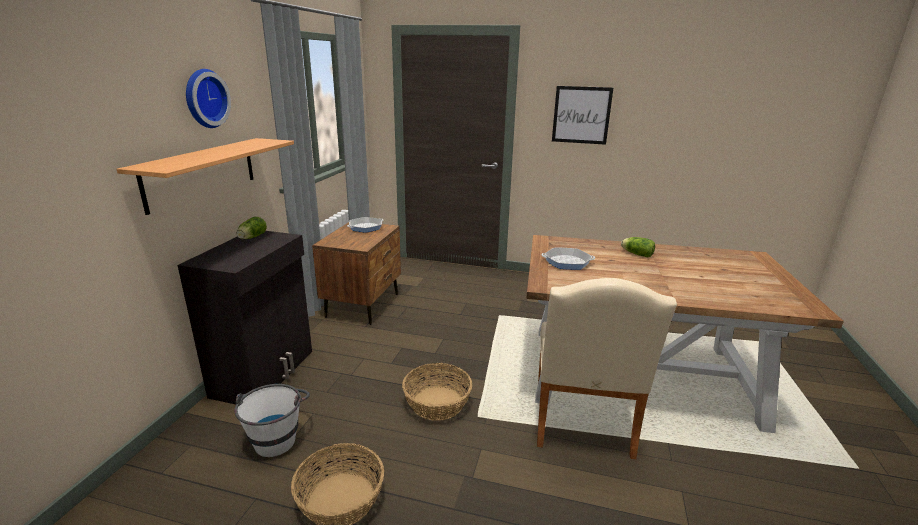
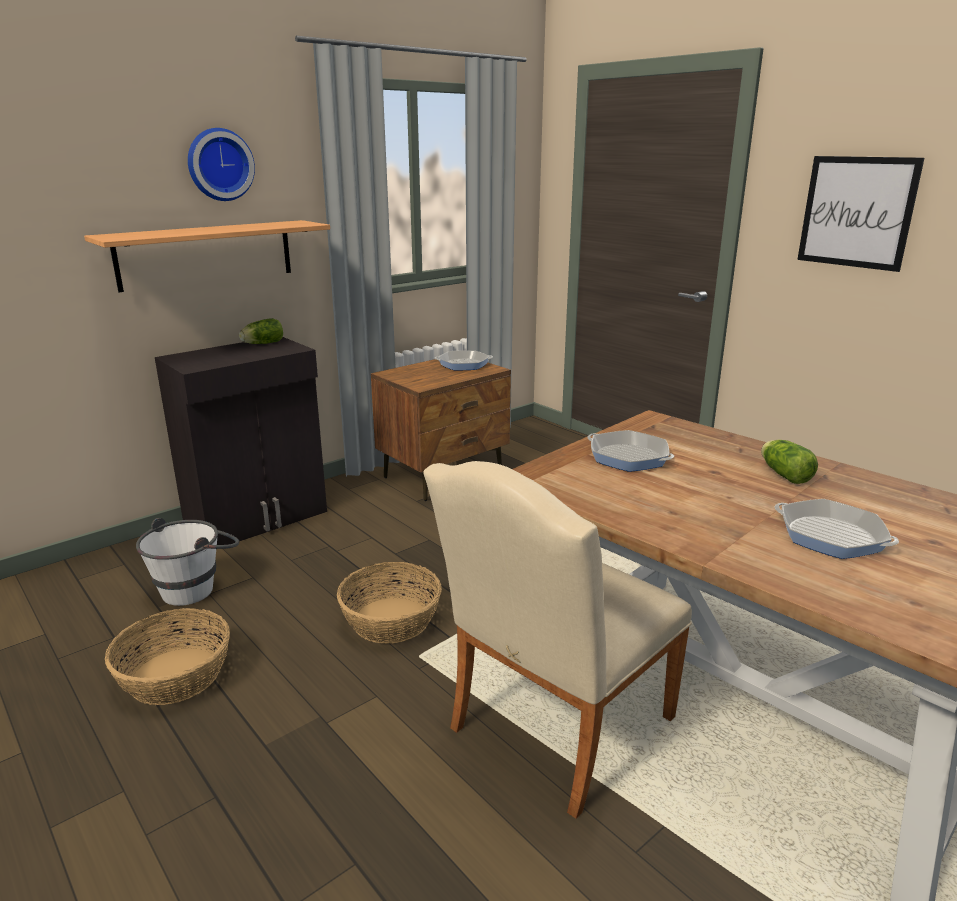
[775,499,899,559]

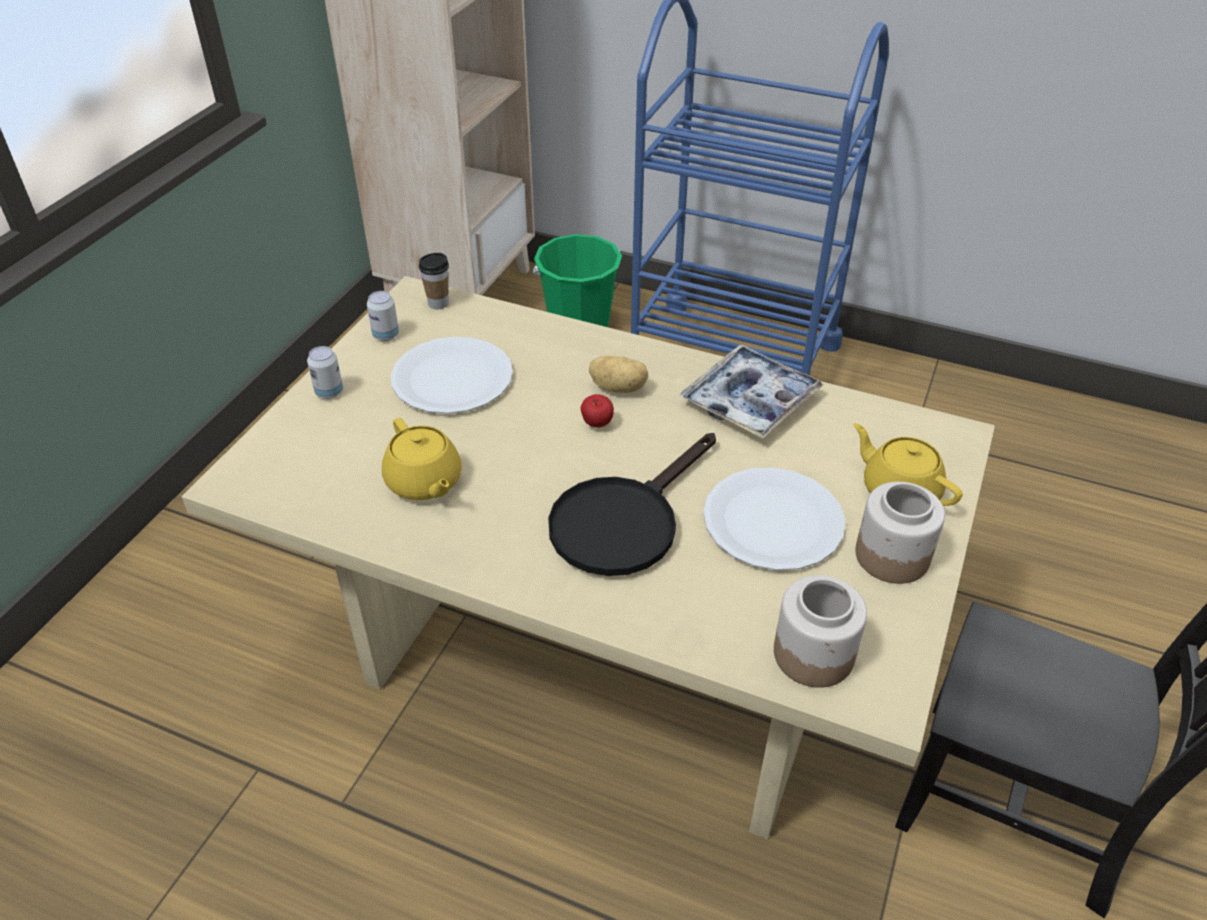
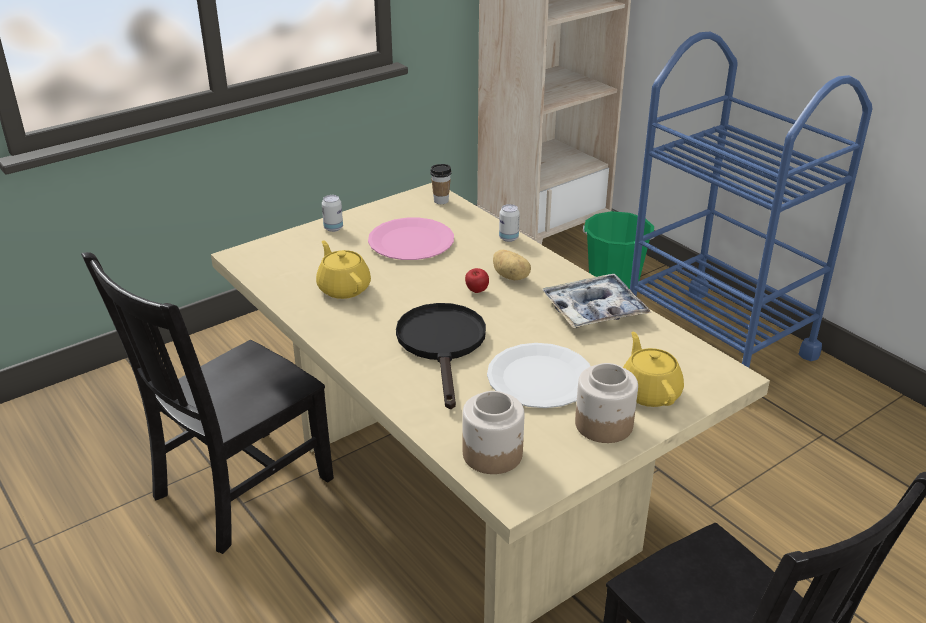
[81,252,334,554]
[316,240,371,299]
[368,218,454,260]
[396,303,486,409]
[499,204,520,242]

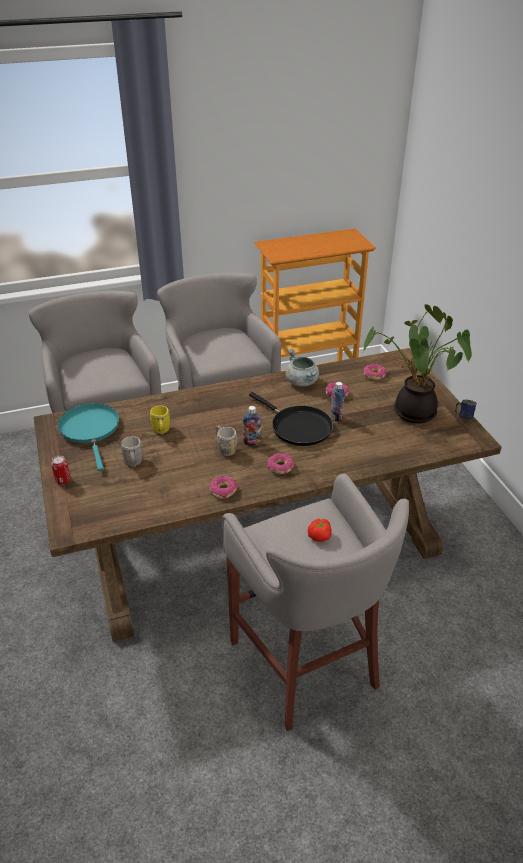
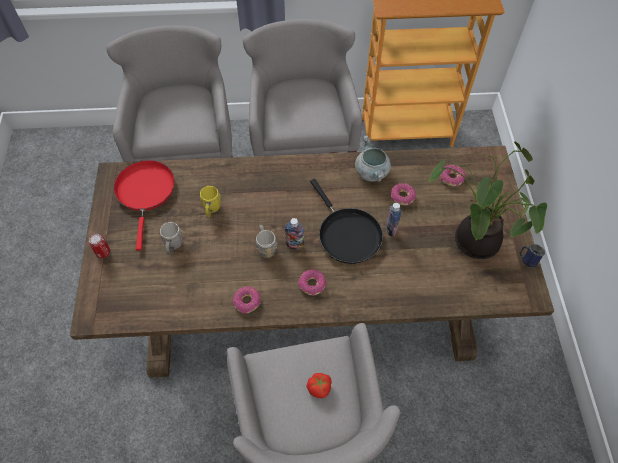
[114,160,175,251]

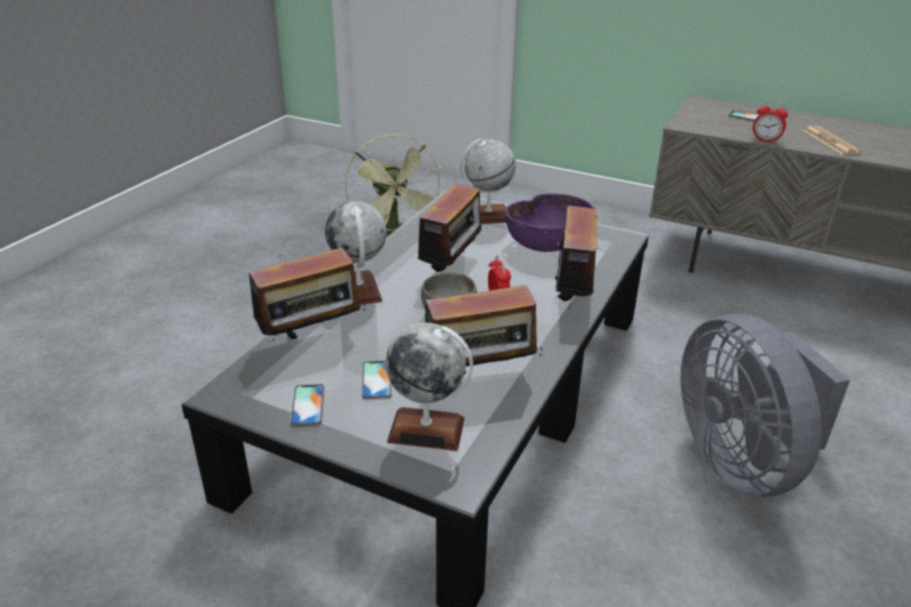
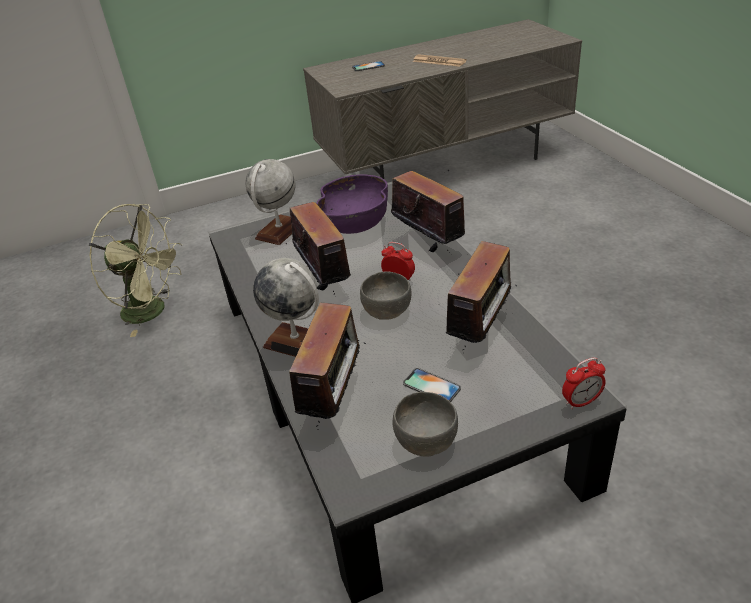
[392,392,458,456]
[562,358,605,410]
[386,323,473,451] (first image)
[680,314,850,496] (first image)

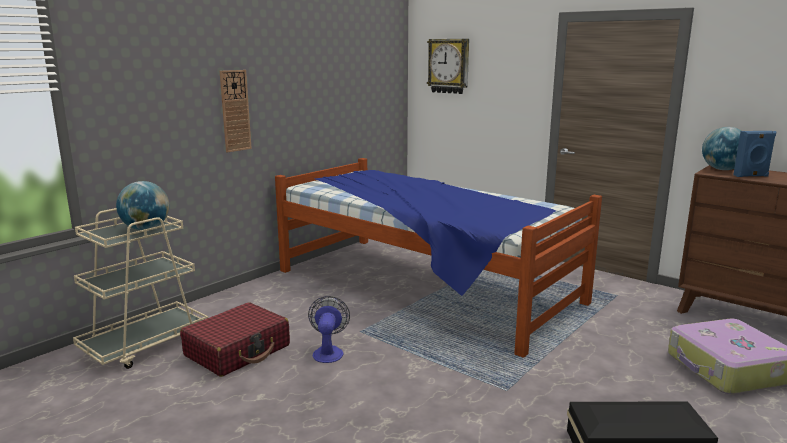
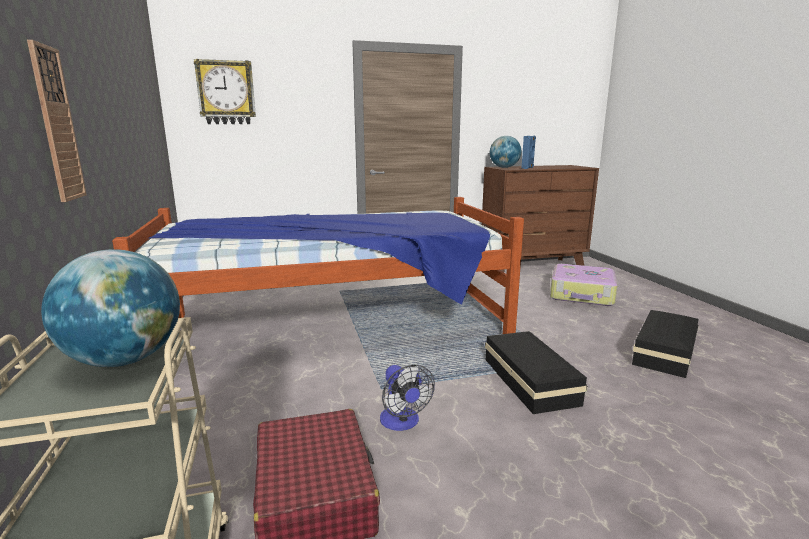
[380,365,435,431]
[485,331,588,414]

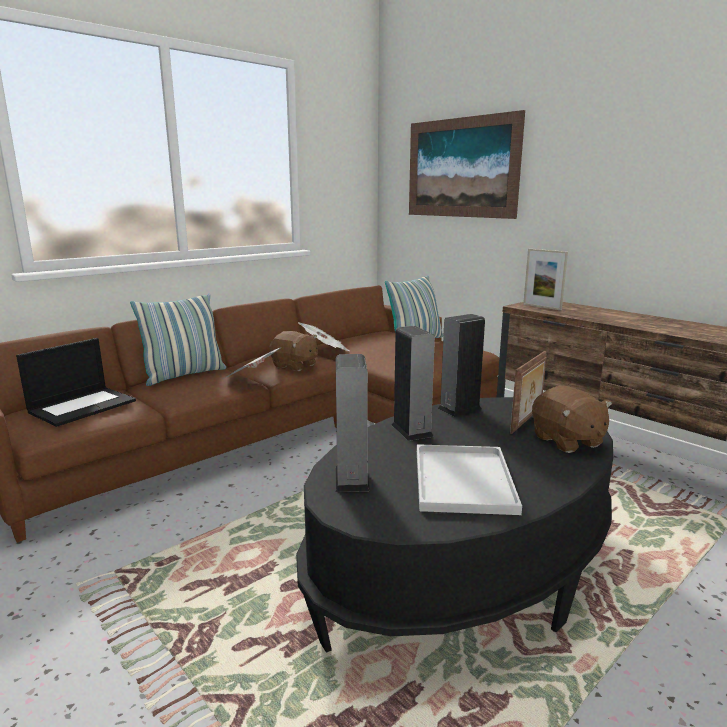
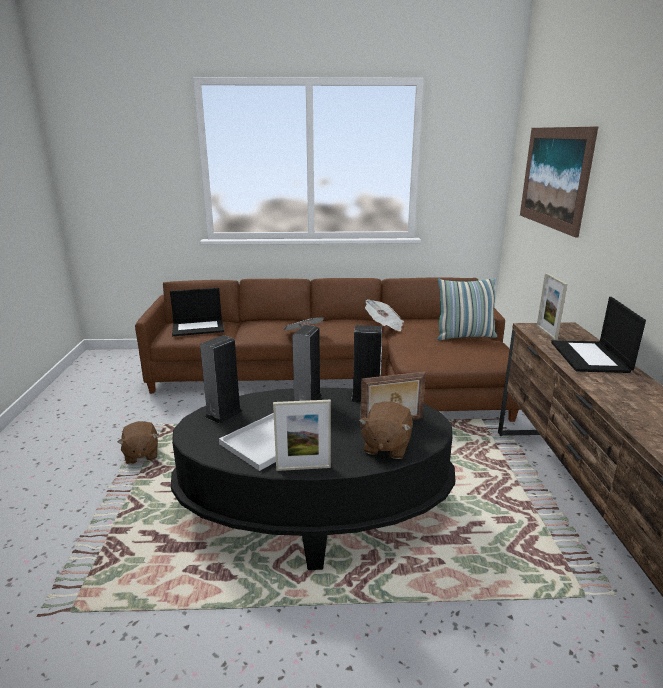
[117,421,158,464]
[273,400,331,471]
[551,297,646,373]
[130,294,226,386] (first image)

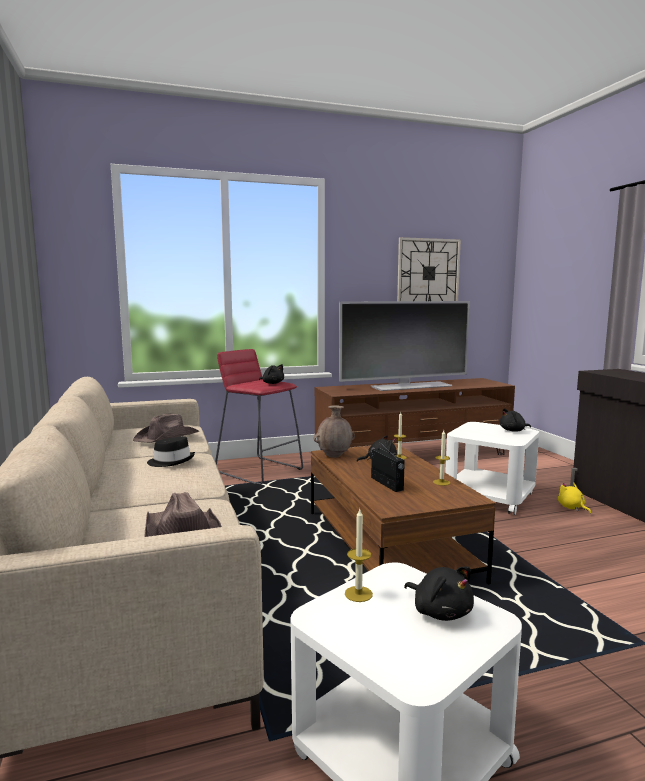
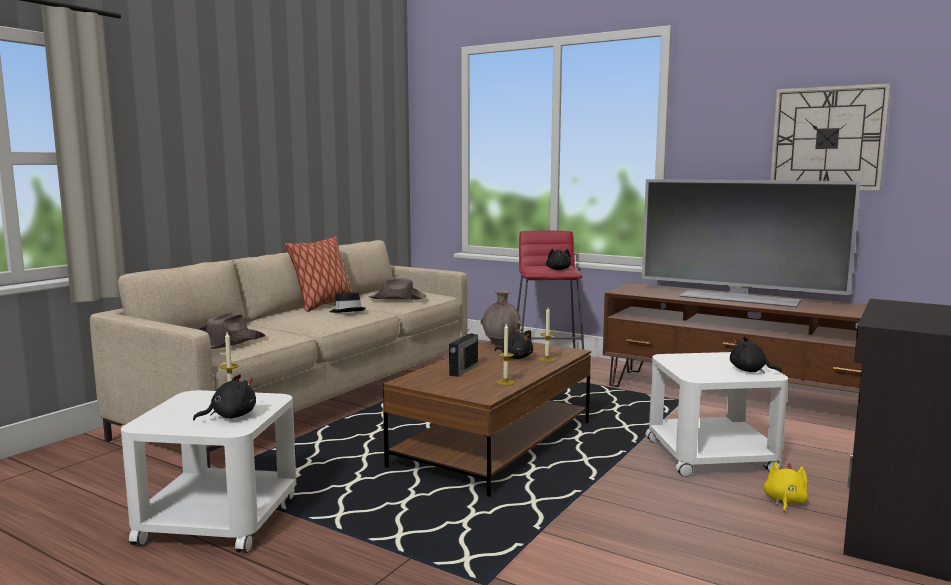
[193,374,256,420]
[285,237,352,312]

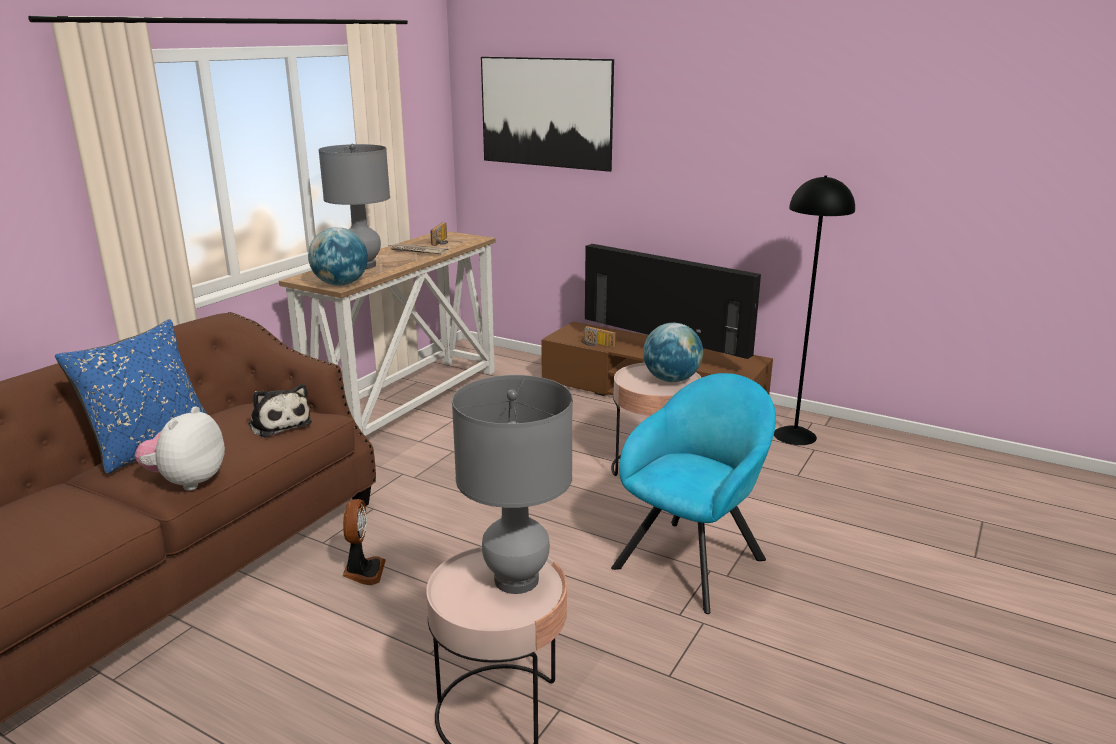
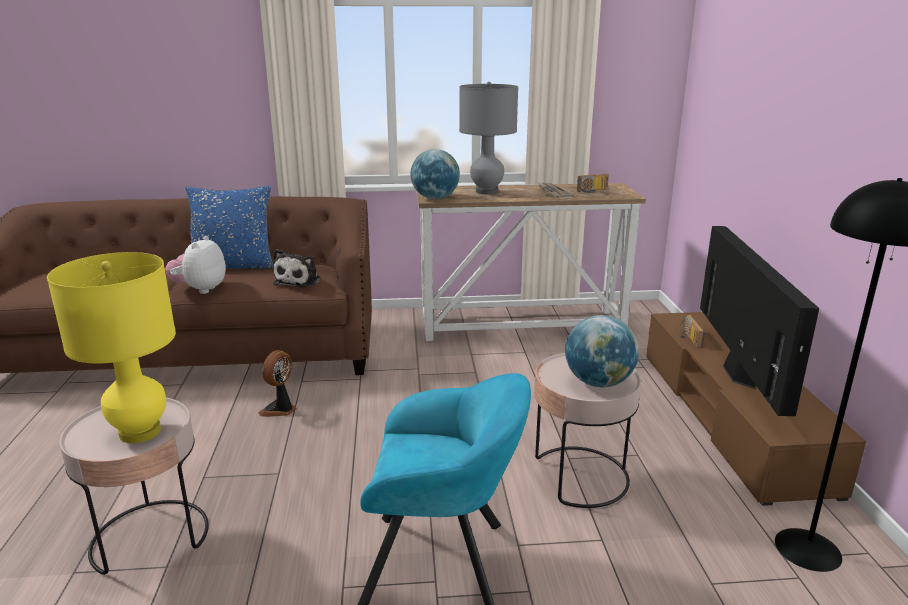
[47,252,176,443]
[165,236,226,294]
[258,350,297,417]
[481,57,614,172] (first image)

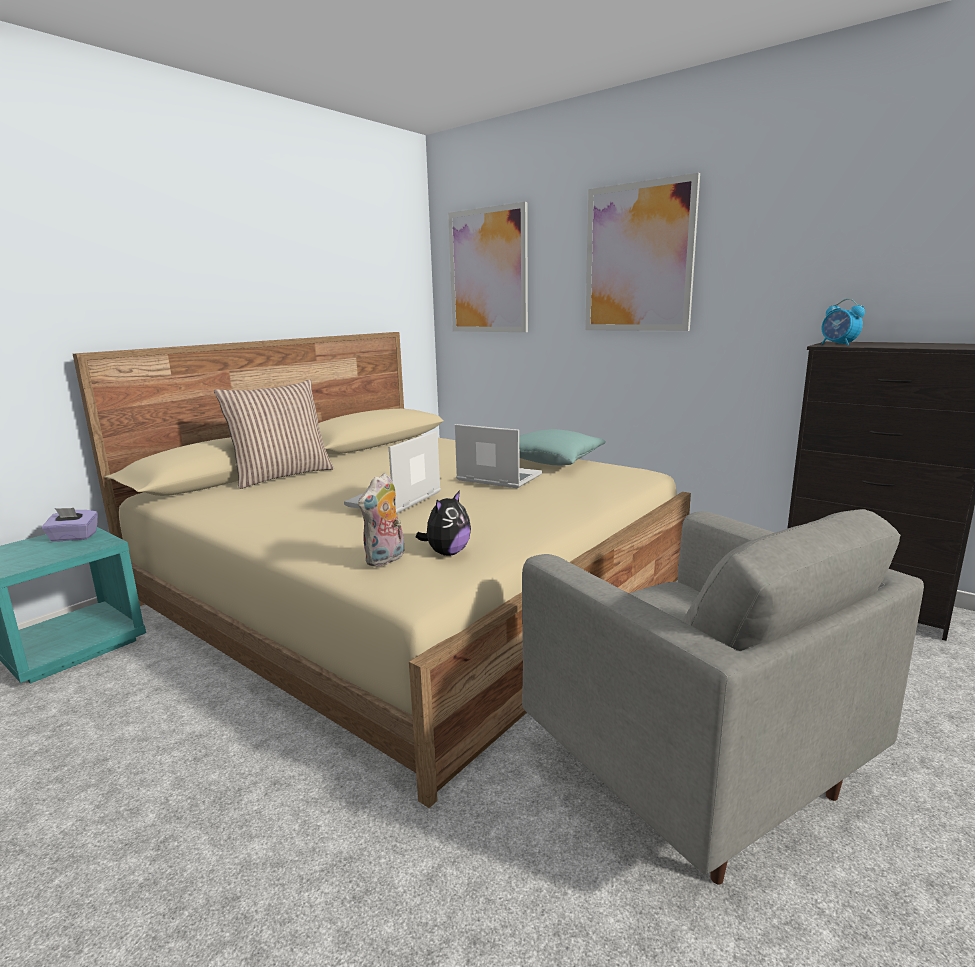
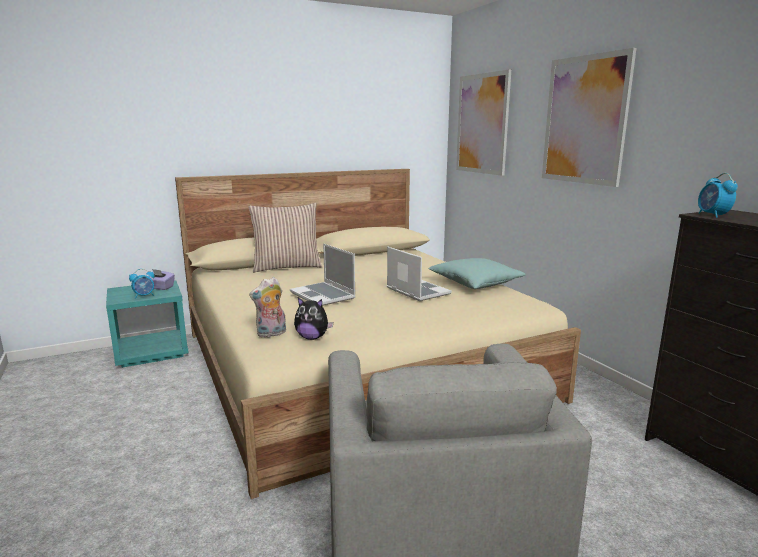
[129,269,155,299]
[290,244,356,306]
[294,298,333,340]

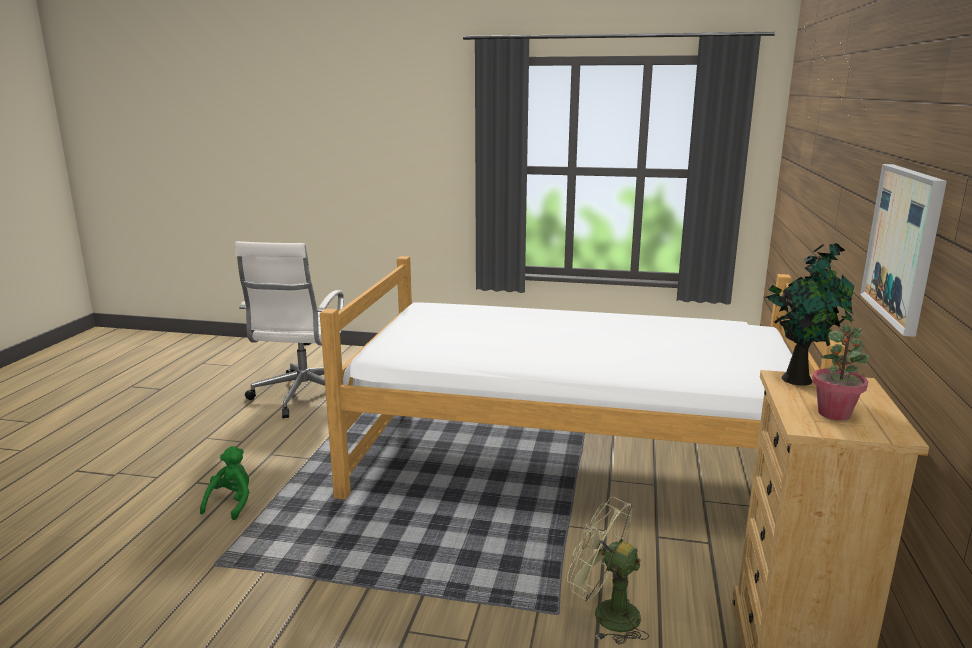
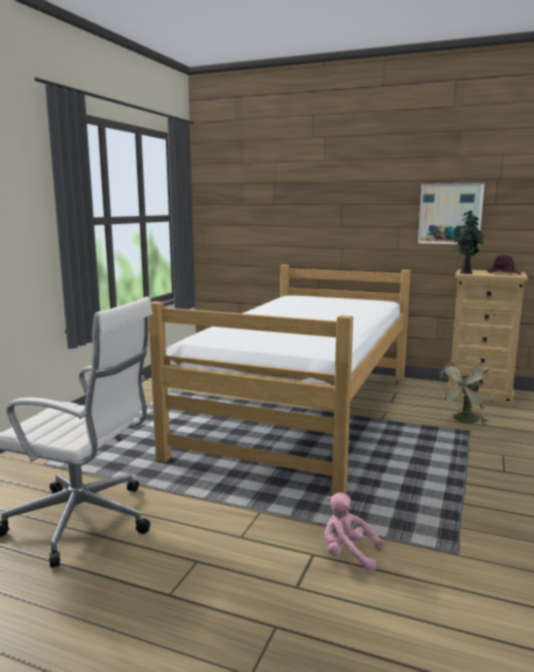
[324,493,383,572]
[484,255,521,274]

